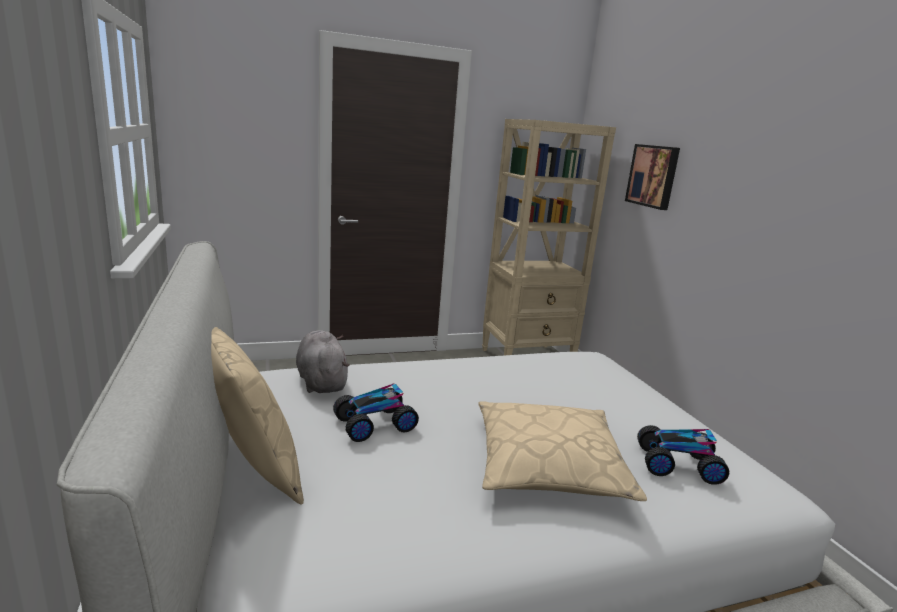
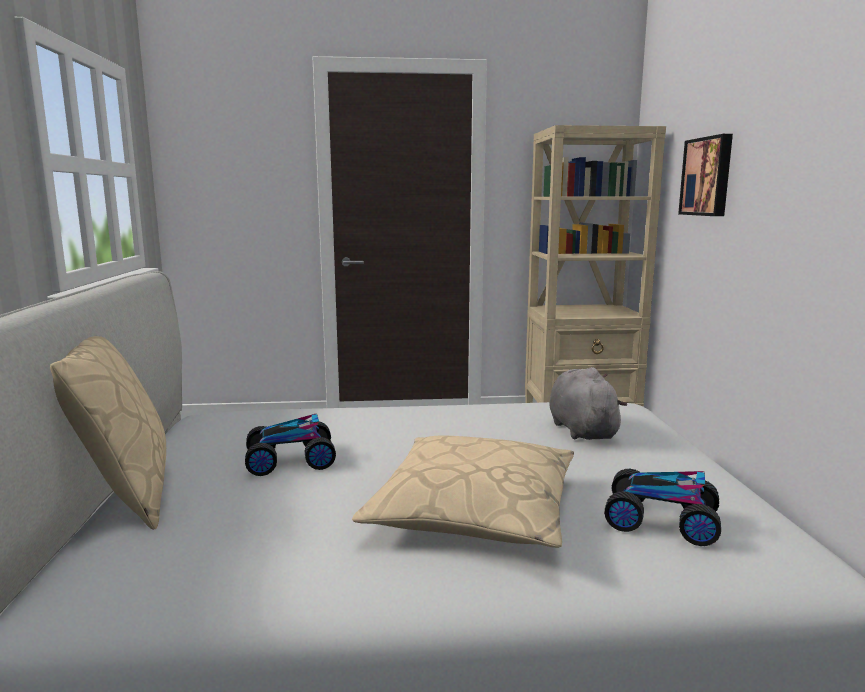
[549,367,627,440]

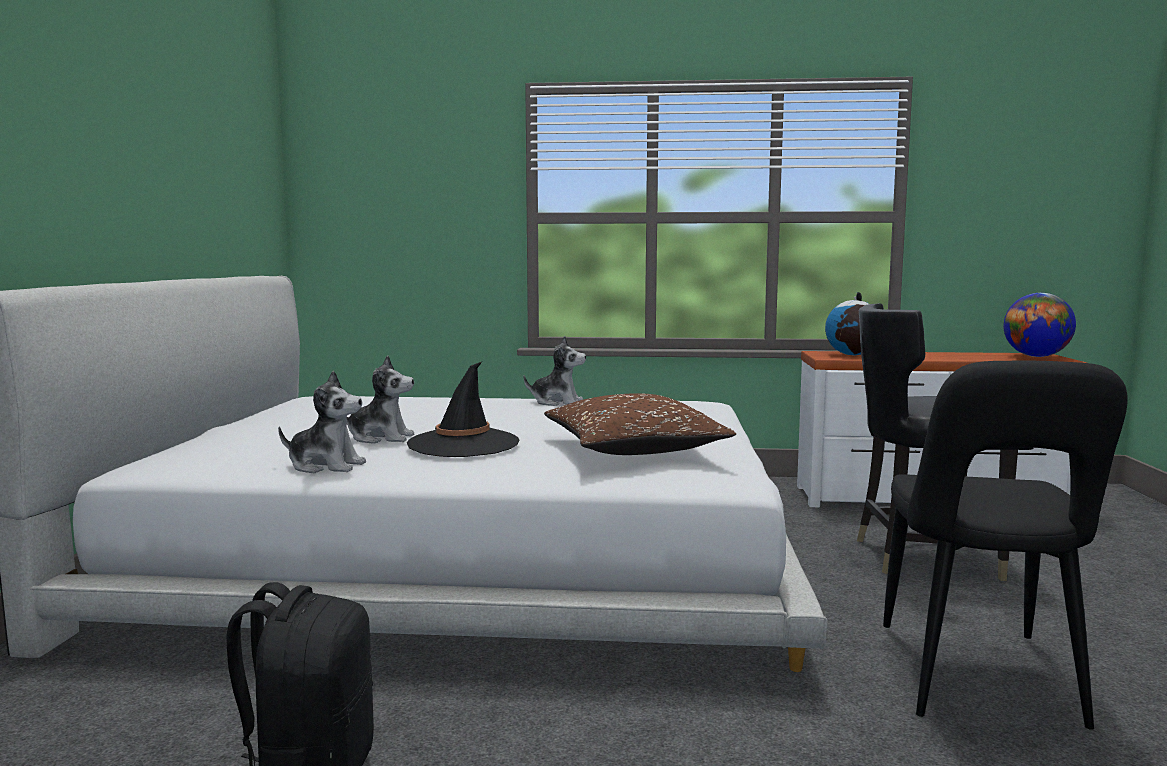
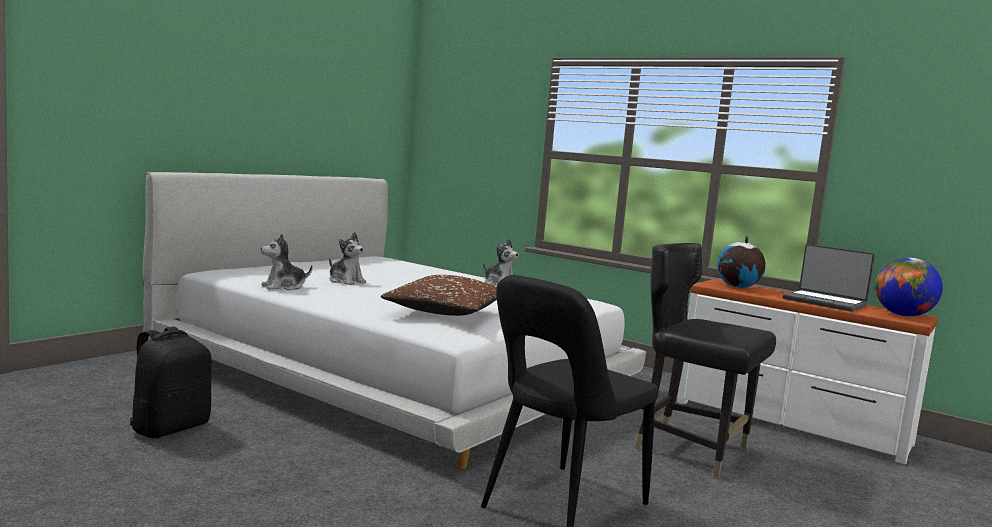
[261,234,313,290]
[782,244,875,312]
[407,362,519,457] (first image)

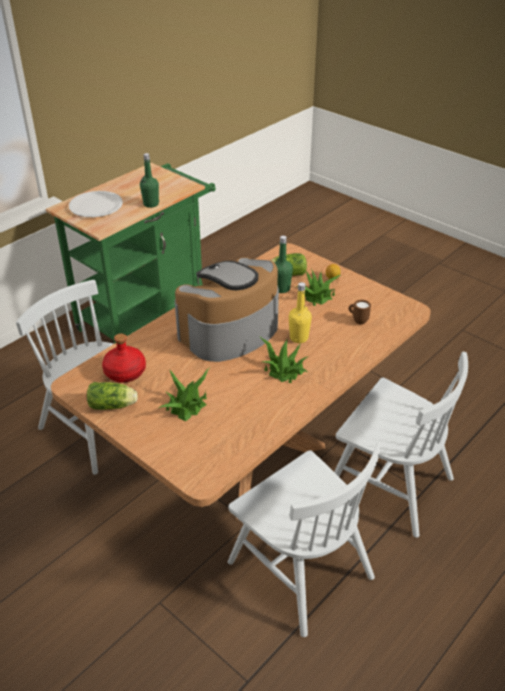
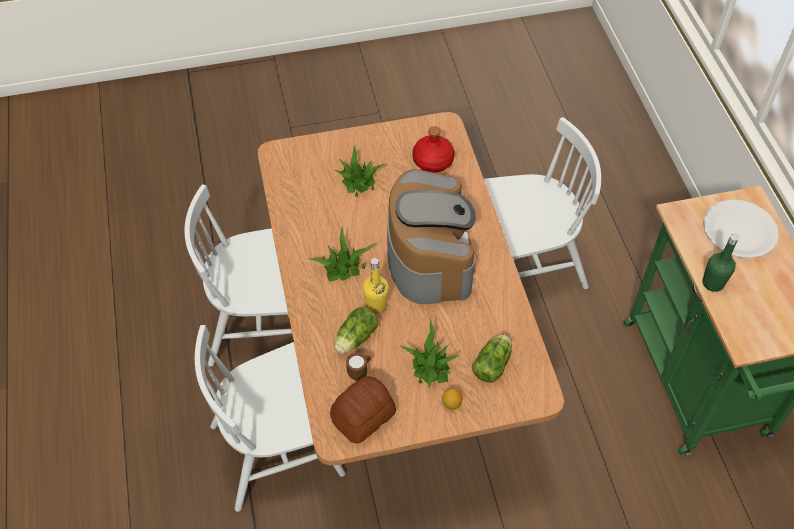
[330,376,396,444]
[334,307,378,354]
[274,235,293,293] (first image)

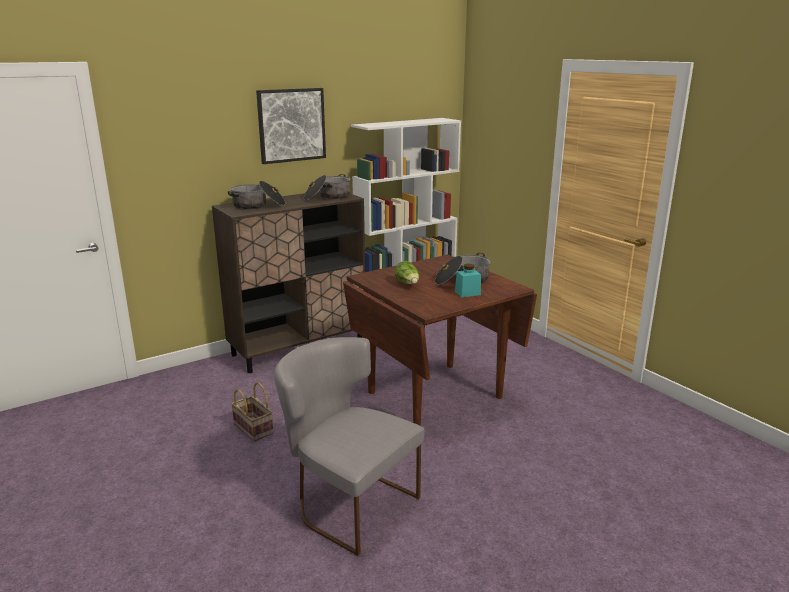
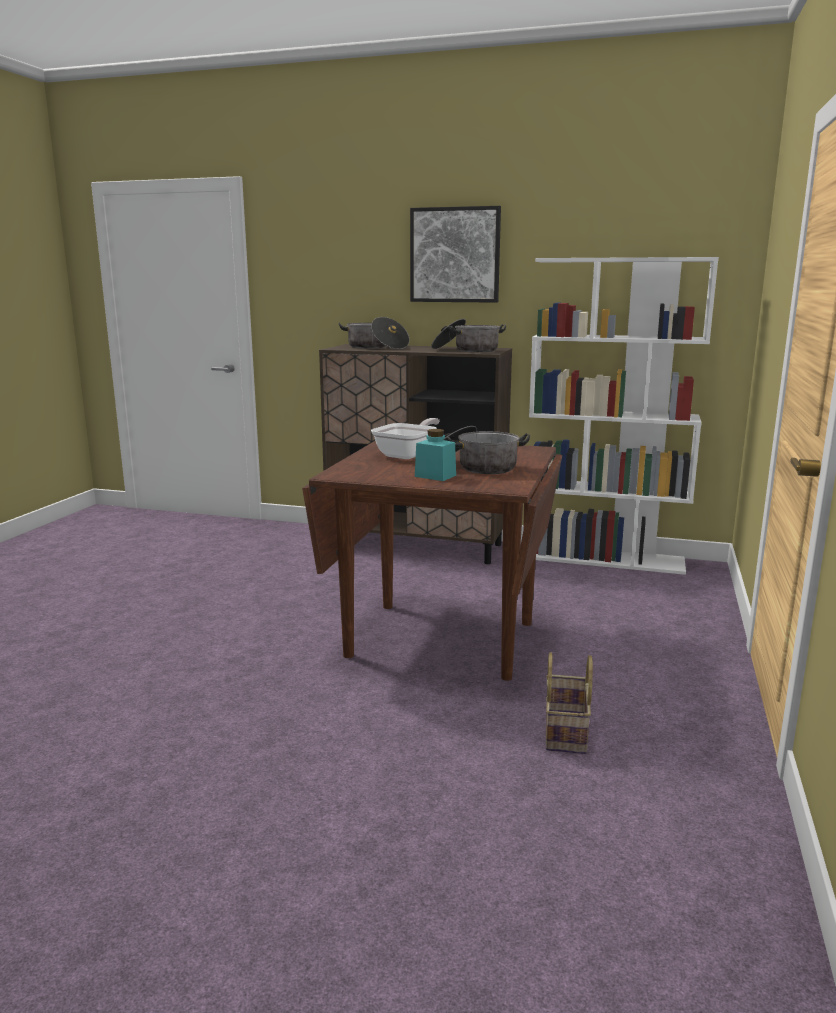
[371,418,440,459]
[546,652,593,754]
[274,337,424,556] (first image)

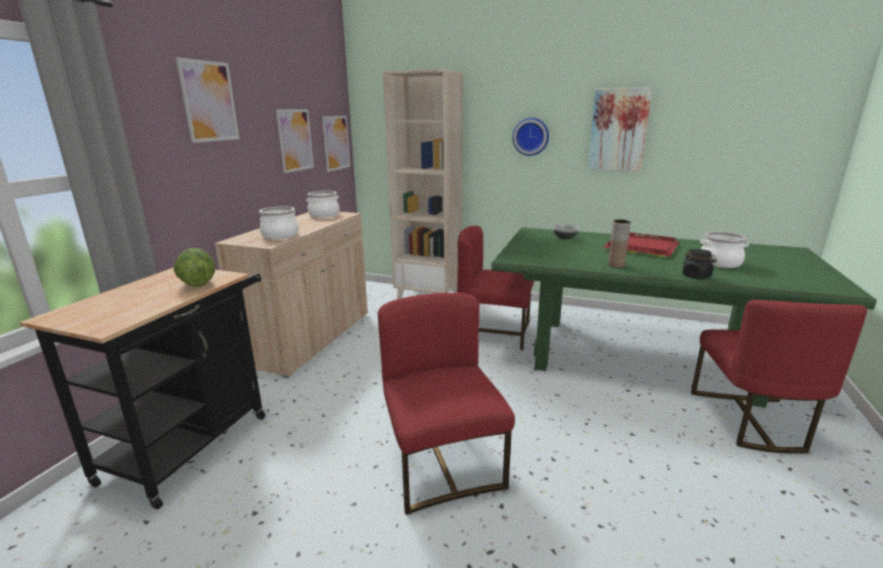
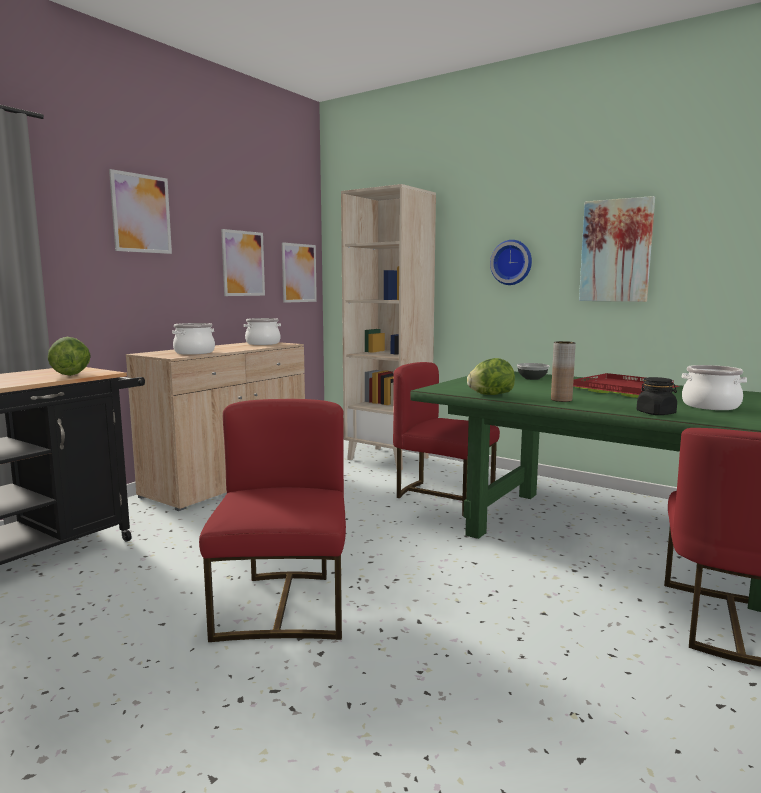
[467,358,515,395]

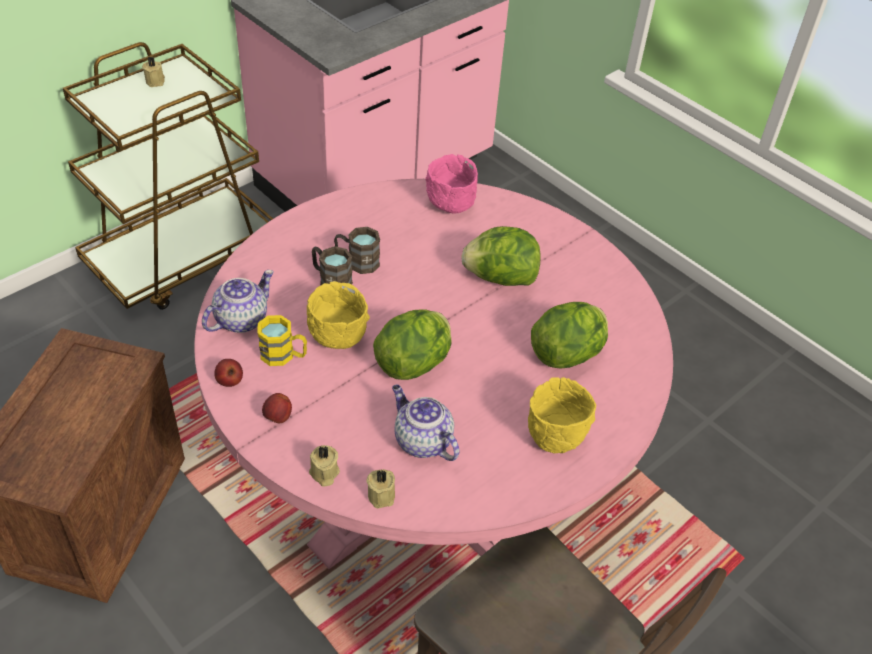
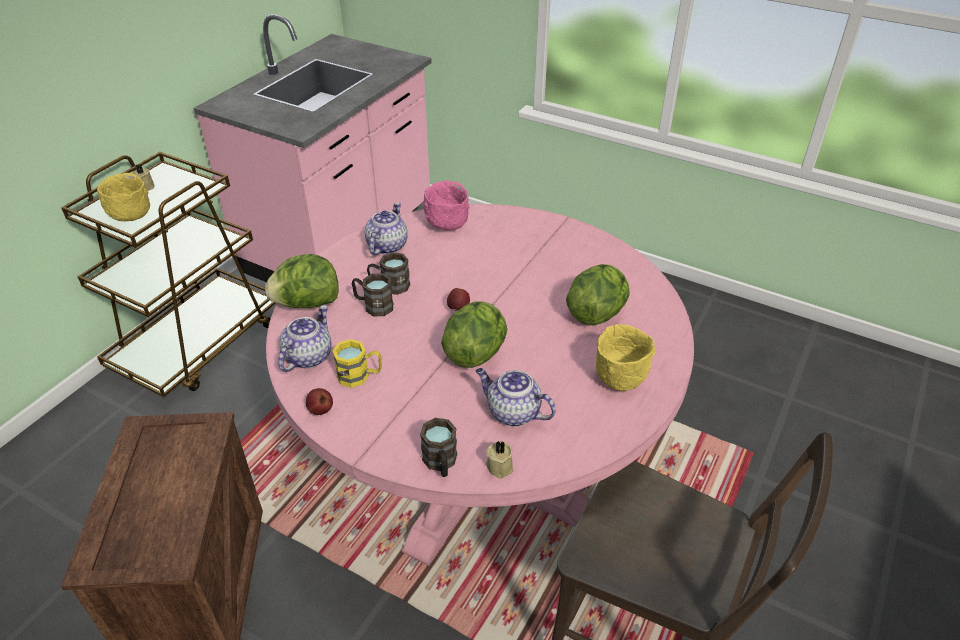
[97,173,150,222]
[265,254,339,308]
[365,202,408,255]
[420,418,457,477]
[447,288,470,311]

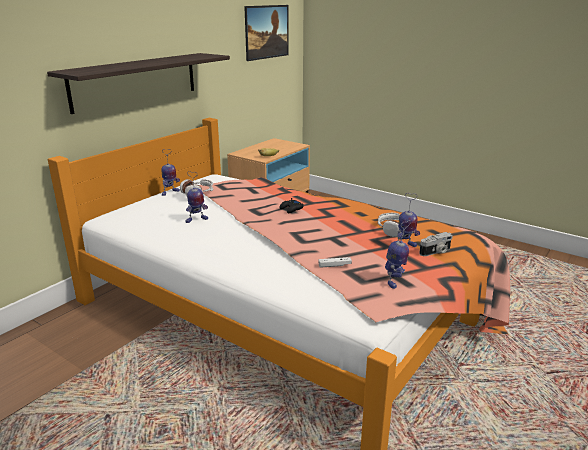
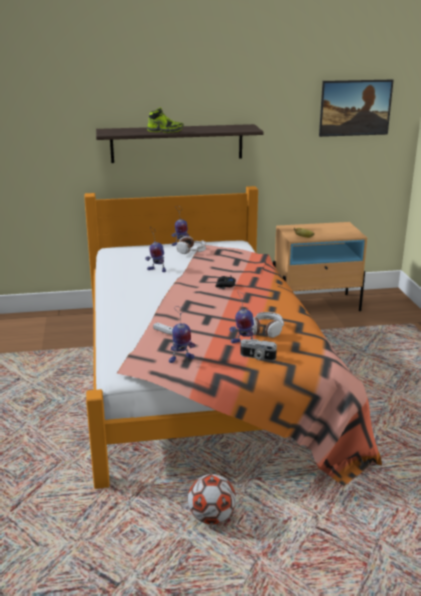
[147,107,184,133]
[188,474,236,524]

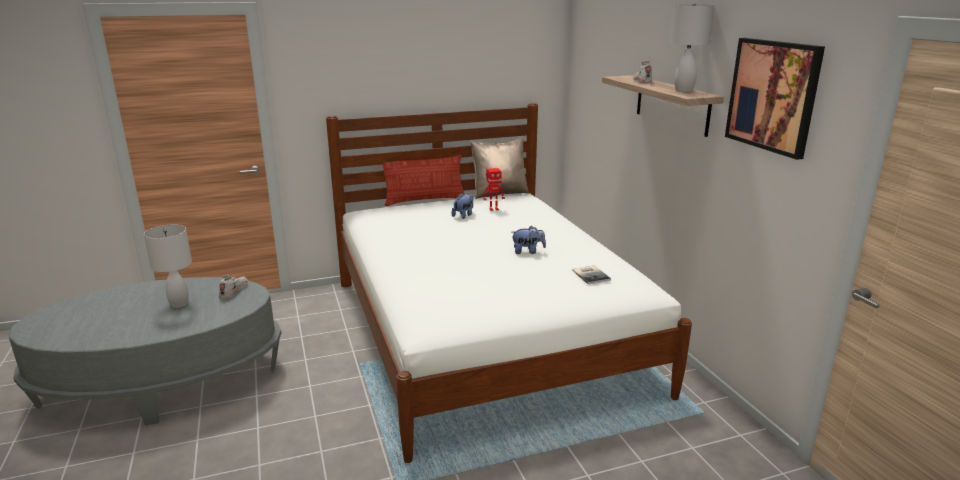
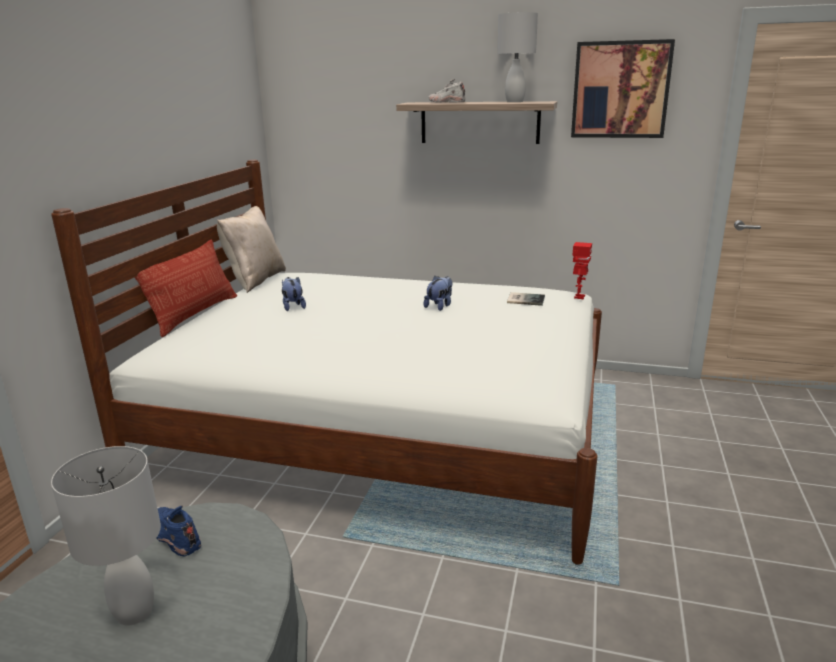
[156,506,201,556]
[572,242,592,299]

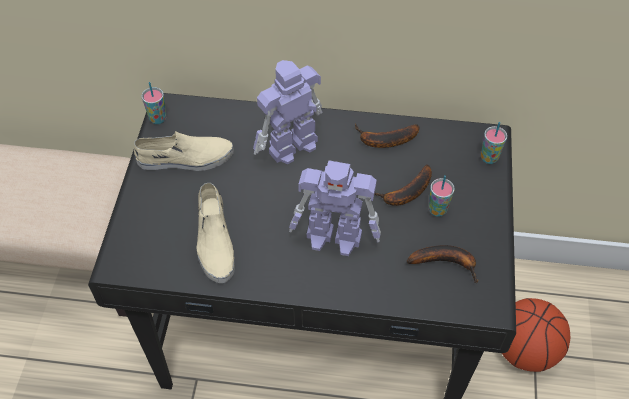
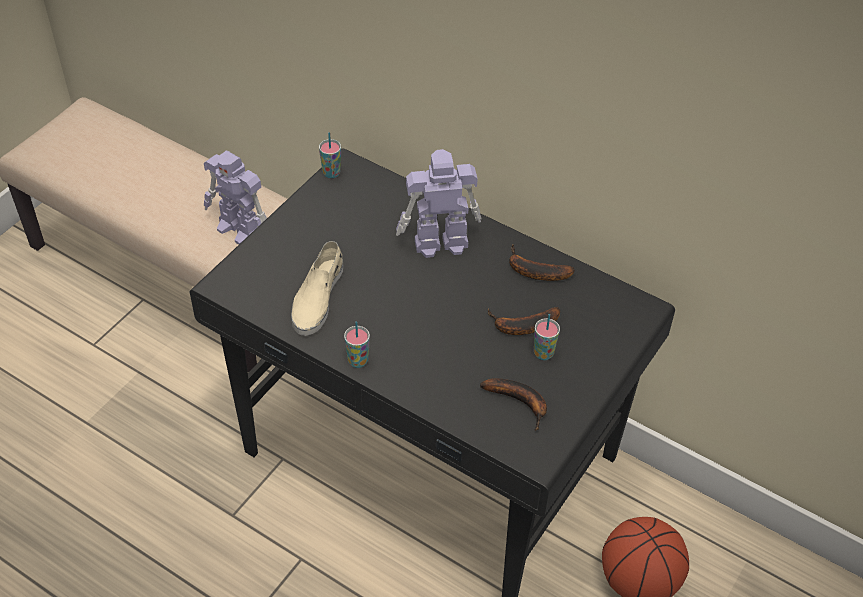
[204,151,267,245]
[344,321,370,368]
[134,131,234,171] (first image)

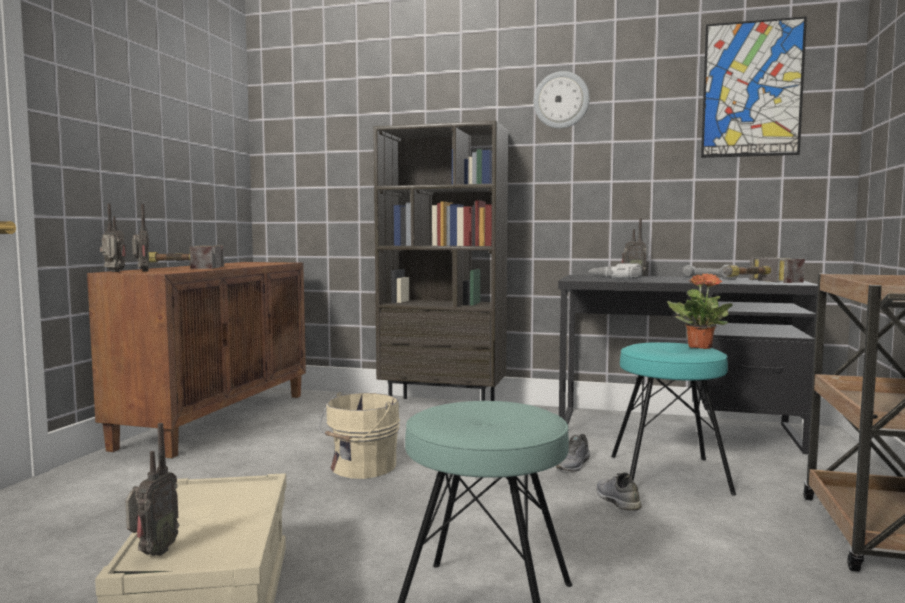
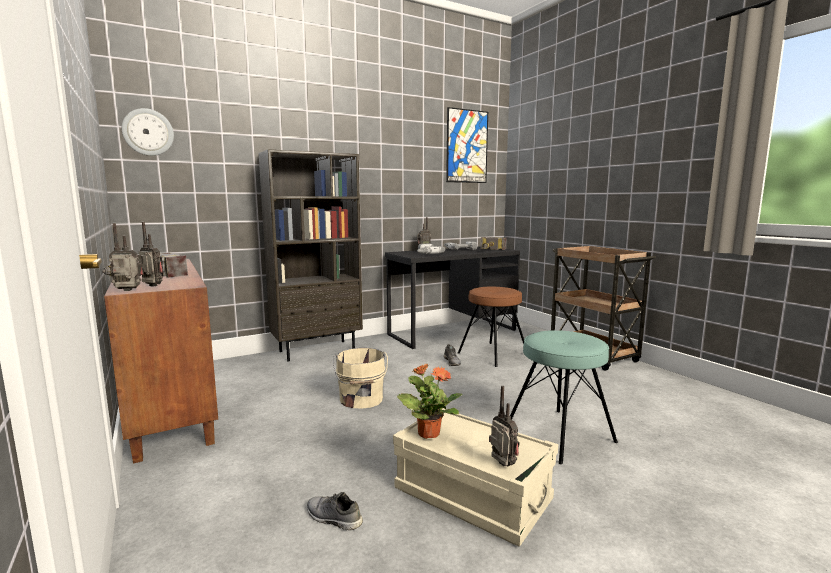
[122,108,174,156]
[307,492,363,530]
[397,363,463,439]
[458,287,524,367]

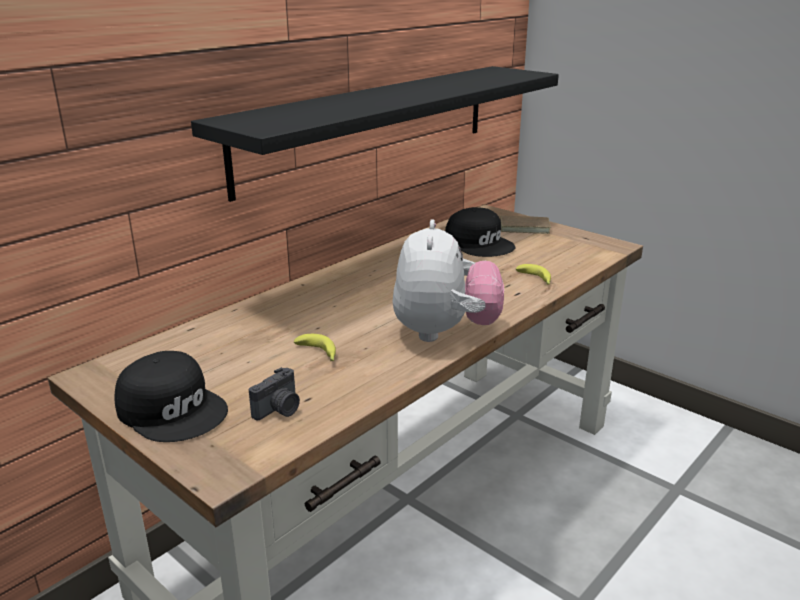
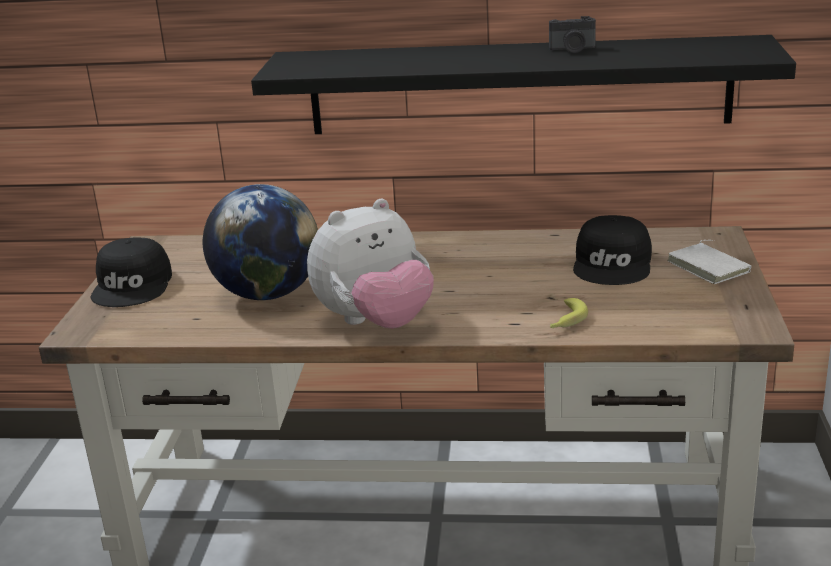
[203,184,318,300]
[549,16,596,53]
[667,240,752,284]

